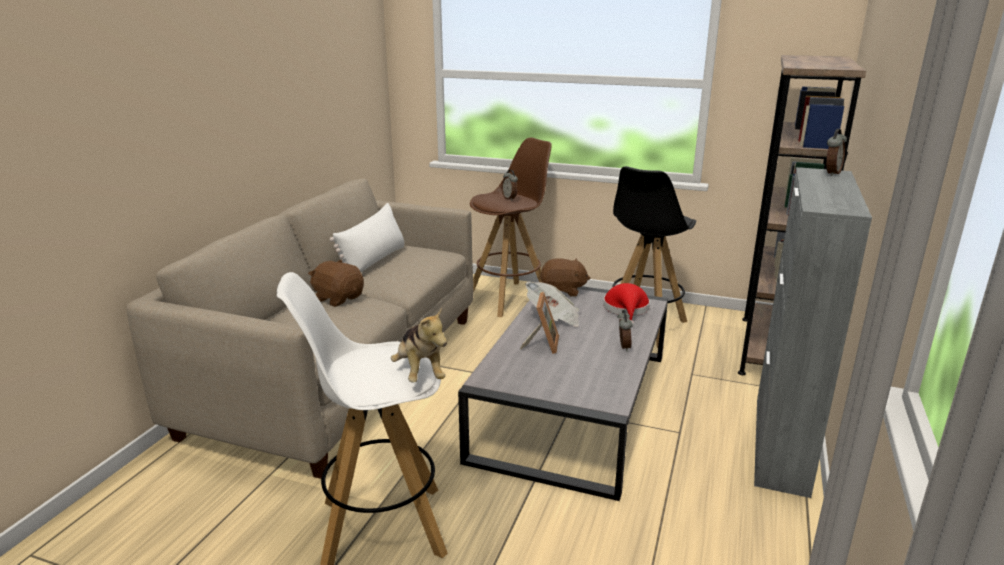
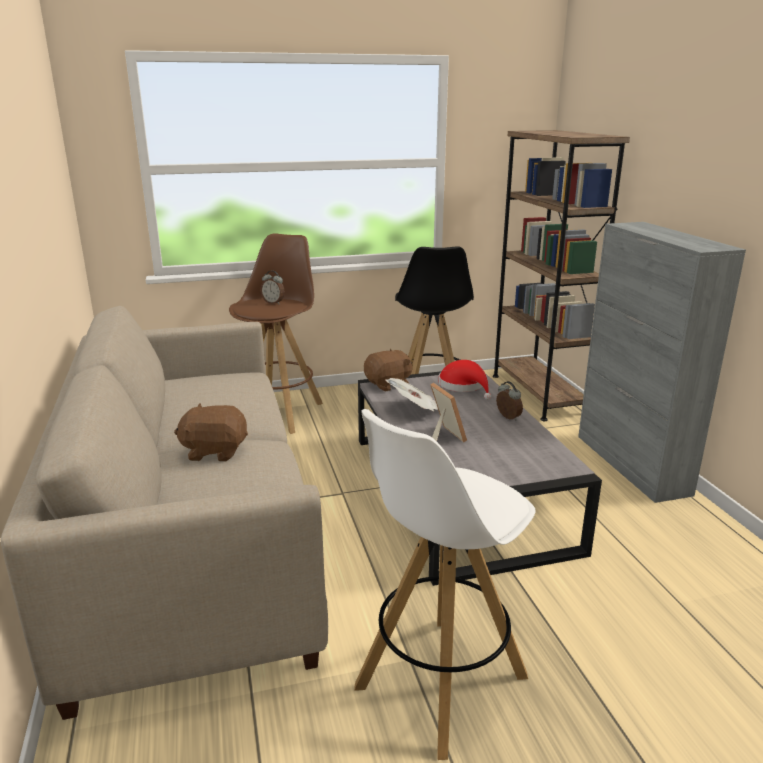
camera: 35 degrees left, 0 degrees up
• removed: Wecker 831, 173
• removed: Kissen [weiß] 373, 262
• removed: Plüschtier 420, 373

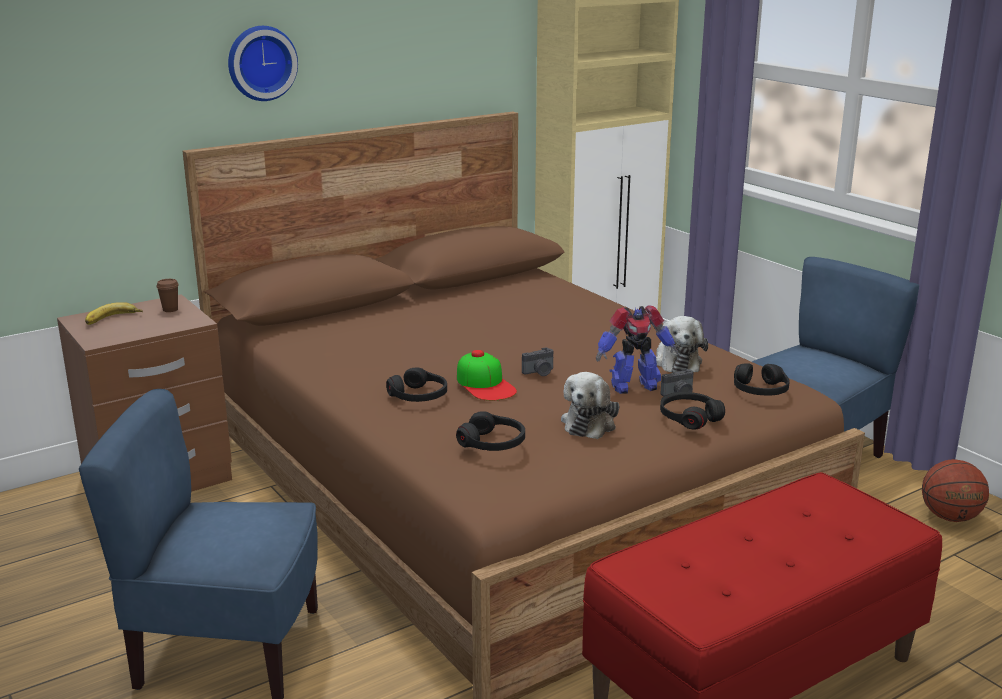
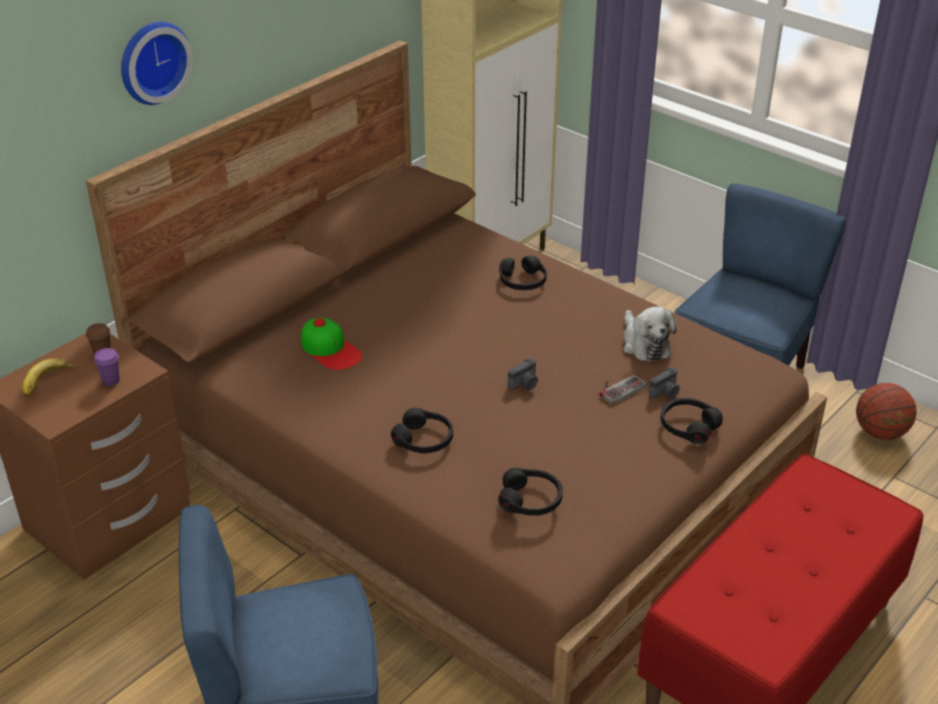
camera: 15 degrees left, 15 degrees up
• replaced: Spielzeugroboter 633, 386 to Gamepad 619, 388
• moved: Kappe 485, 384 to 330, 349
• moved: Kopfhörer [schwarz] 760, 390 to 522, 281
• removed: Plüschtier 590, 423
• added: Tasse [lila] 111, 381

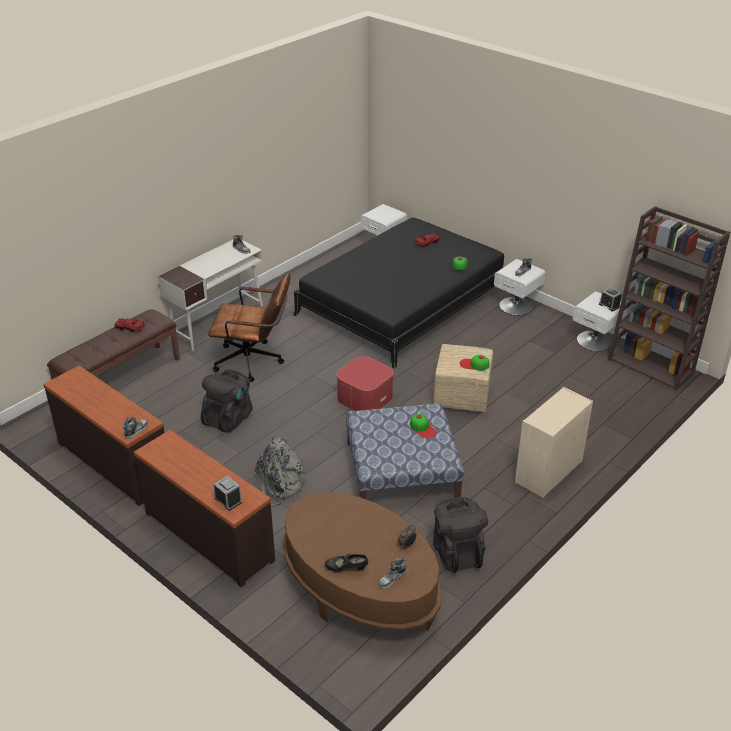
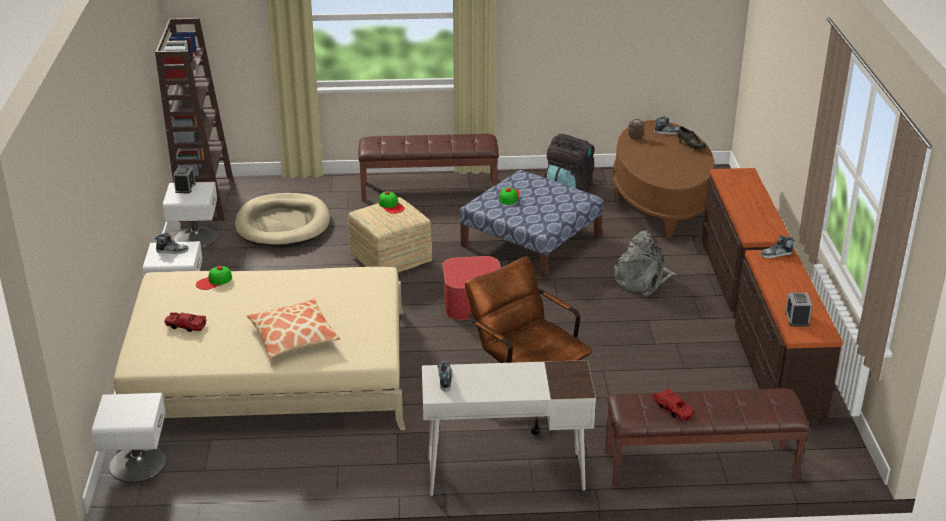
camera: 135 degrees left, 5 degrees down
• recoloured: Bett [schwarz] 402, 302 to Bett [beige] 269, 371
• removed: Rucksack [schwarz] 229, 418
• replaced: Kommode [beige] 548, 472 to Bank [braun] 429, 189
• moved: Wecker 228, 500 to 796, 318
• added: Hundebett [beige] 283, 224
• added: Kissen 293, 337

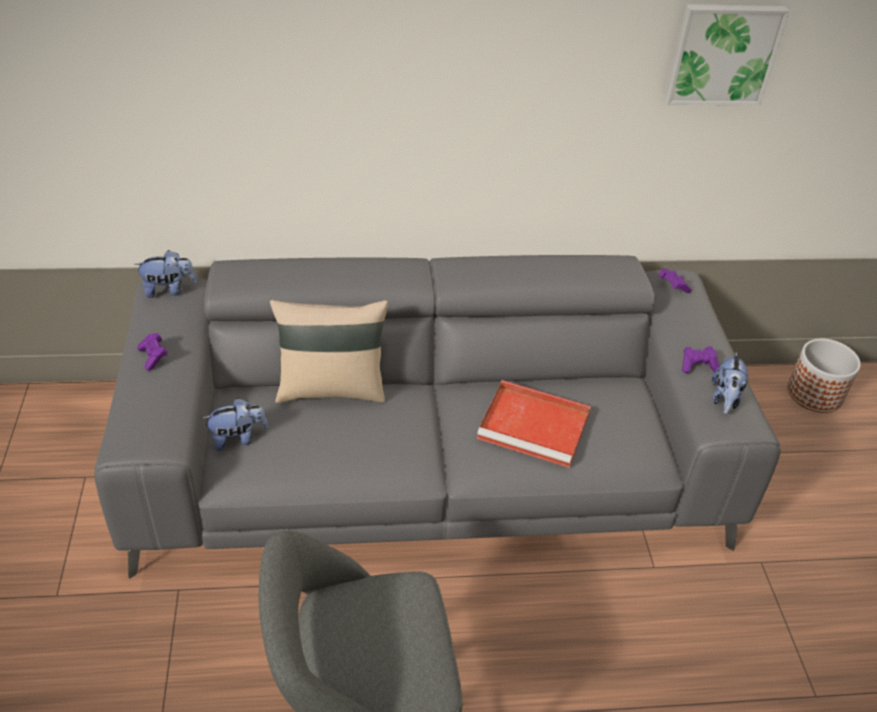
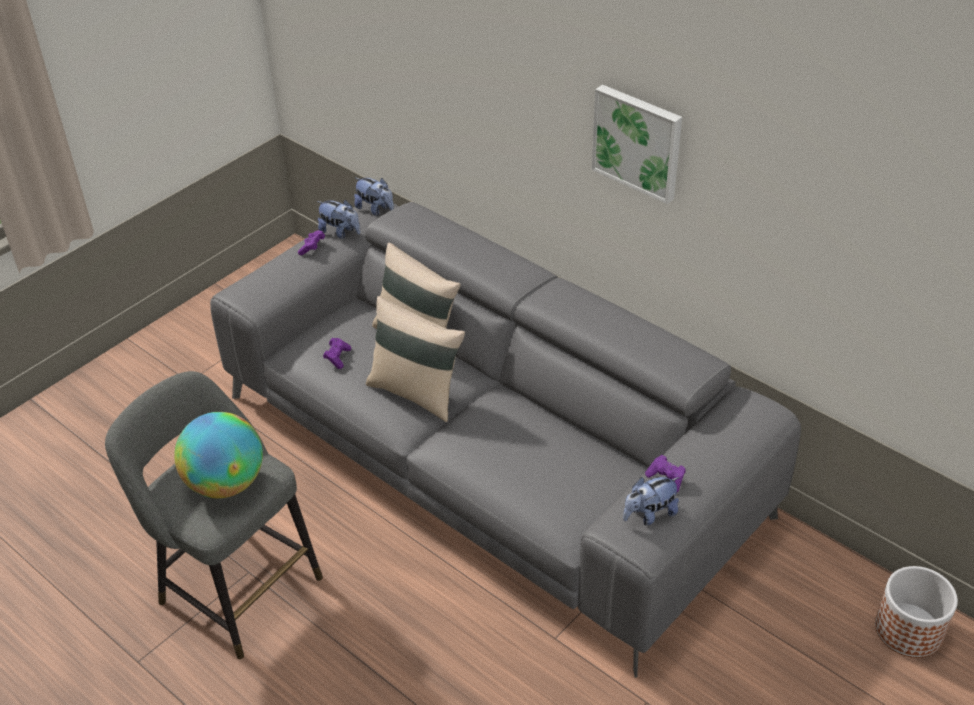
camera: 50 degrees right, 0 degrees up
• moved: Bild 722, 54 to 638, 142
• moved: Gamepad [lila] 672, 286 to 337, 357
• removed: Tablett [rot] 536, 427
• moved: Plüschtier 237, 439 to 340, 232
• added: Kissen [beige] 416, 392
• added: Globus 226, 483

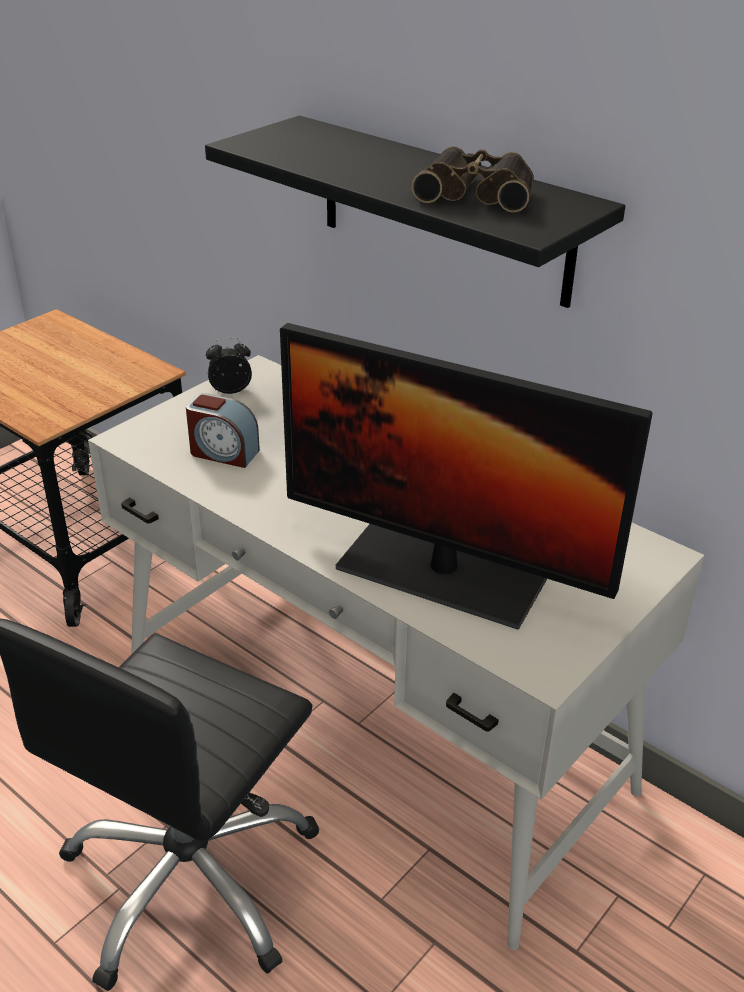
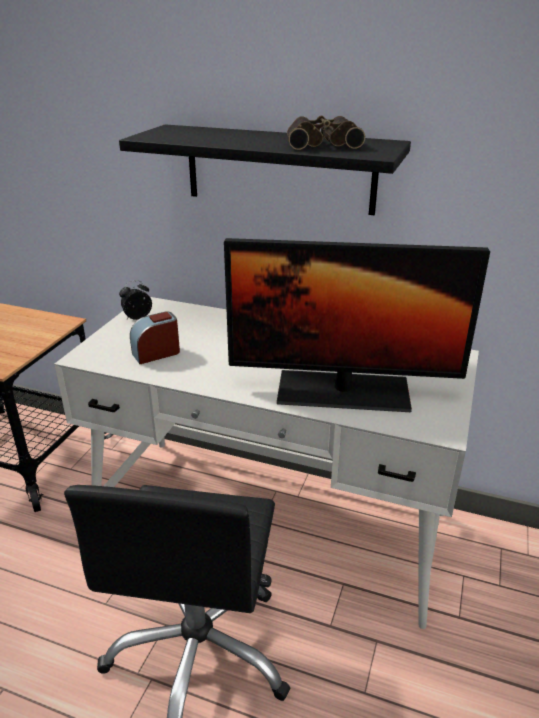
camera: 20 degrees left, 5 degrees down
• turned: Wecker 223, 453 = 156, 353 150 degrees clockwise

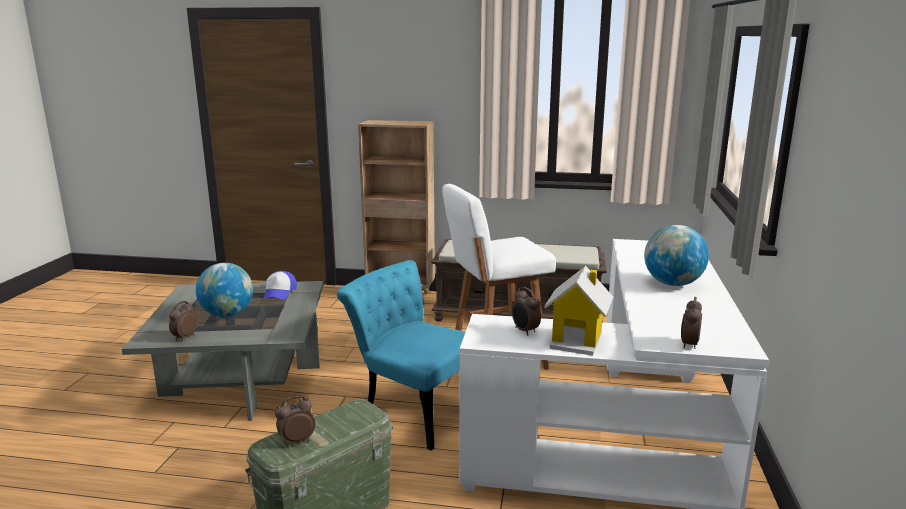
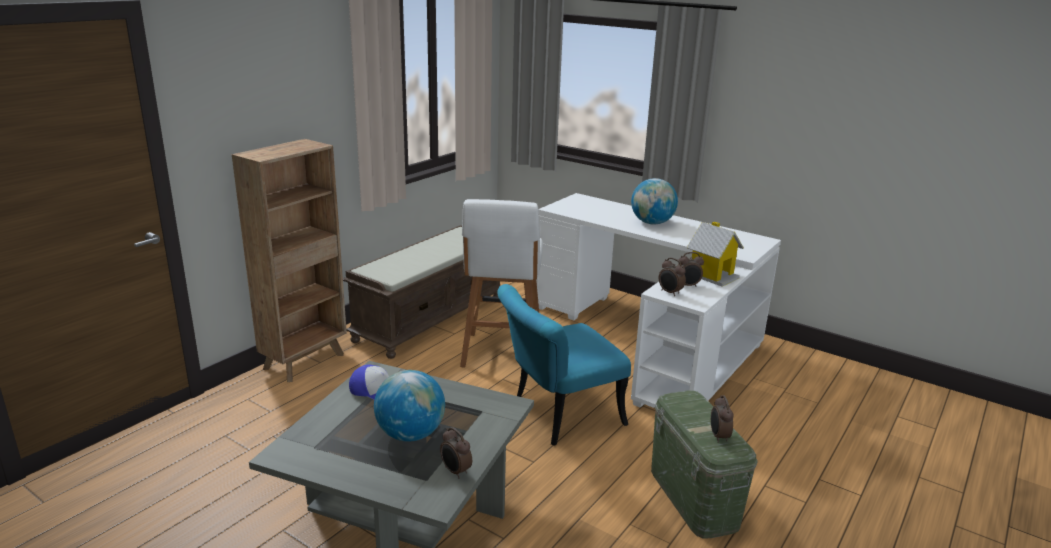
camera: 65 degrees left, 5 degrees up
• moved: Wecker 688, 344 to 670, 293

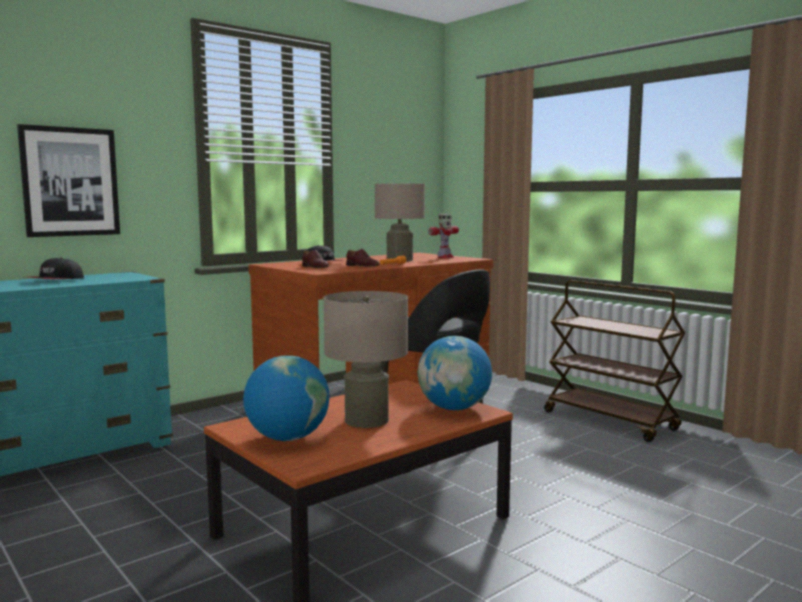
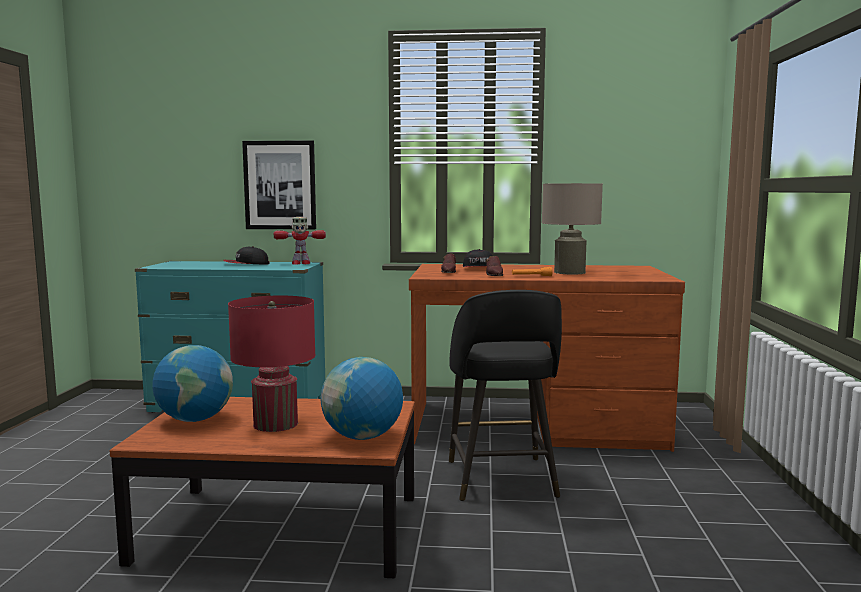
camera: 45 degrees right, 0 degrees up
• moved: Spielzeugroboter 445, 257 to 300, 263
• removed: Rollwagen [braun] 610, 421
• recoloured: Tischlampe [beige] 367, 420 to Tischlampe [rot] 276, 424

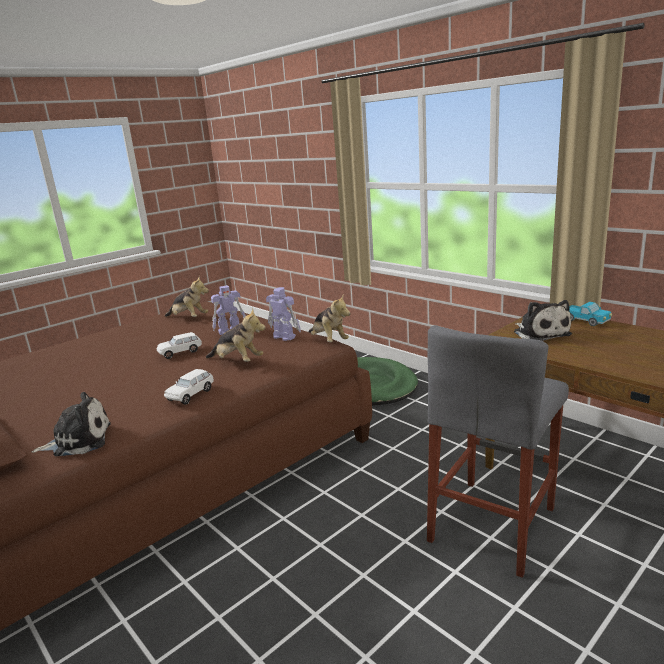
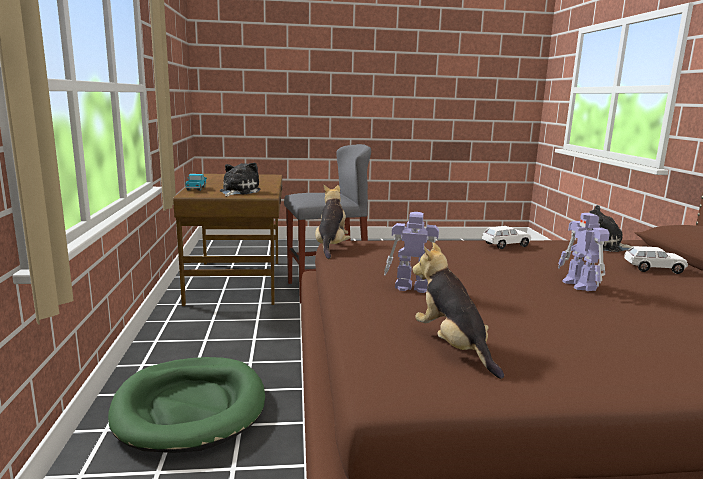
camera: 145 degrees left, 5 degrees down
• moved: Spielzeugroboter 284, 336 to 580, 285
• removed: Plüschtier 237, 361
• moved: Spielzeugauto [weiß] 180, 352 to 653, 269

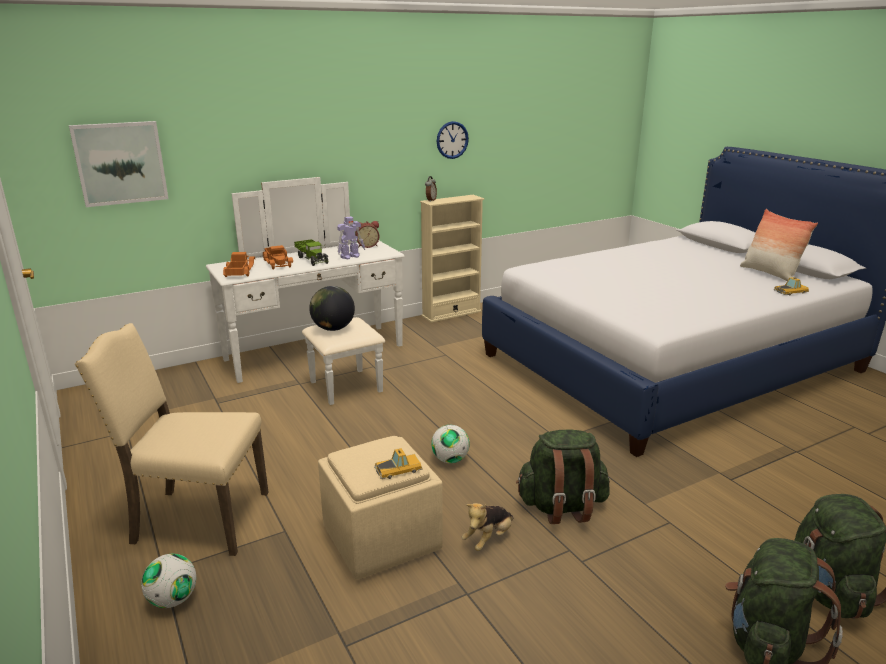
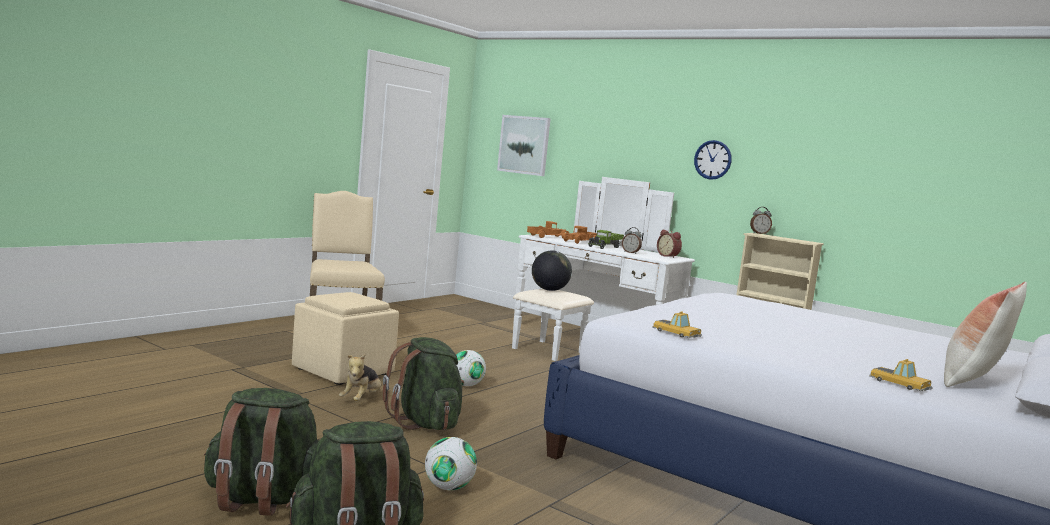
camera: 65 degrees right, 15 degrees down
• moved: Wanduhr 452, 140 to 712, 160
• replaced: Spielzeugroboter 350, 256 to Wecker 630, 253
• moved: Spielzeugauto 399, 469 to 677, 333
• turned: Plüschtier 488, 539 = 361, 399 90 degrees counterclockwise
• moved: Fußball 173, 600 to 448, 487

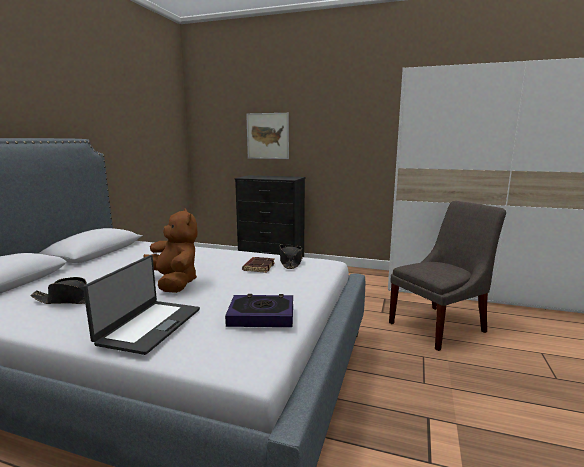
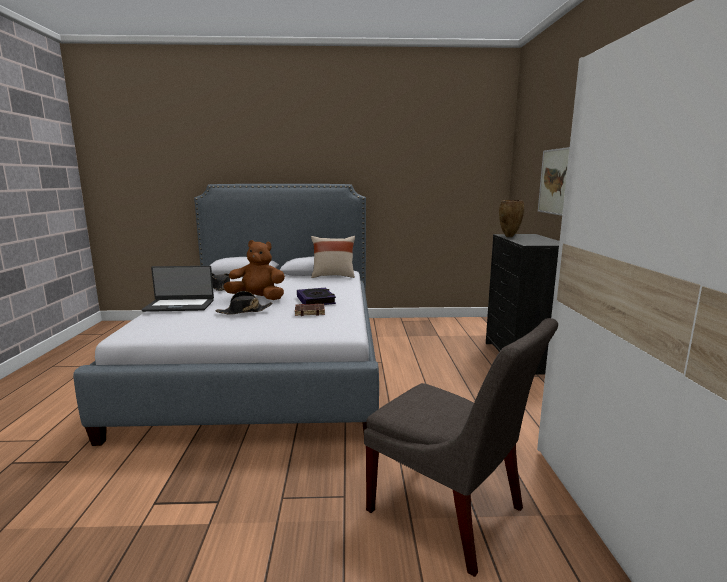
camera: 70 degrees right, 0 degrees up
• turned: Plüschtier [braun] 174, 283 = 258, 298 120 degrees counterclockwise
• moved: Hut [schwarz] 290, 262 to 244, 311
• moved: Buch 261, 315 to 316, 300
• added: Vase [braun] 509, 237
• added: Kissen [beige] 333, 276

